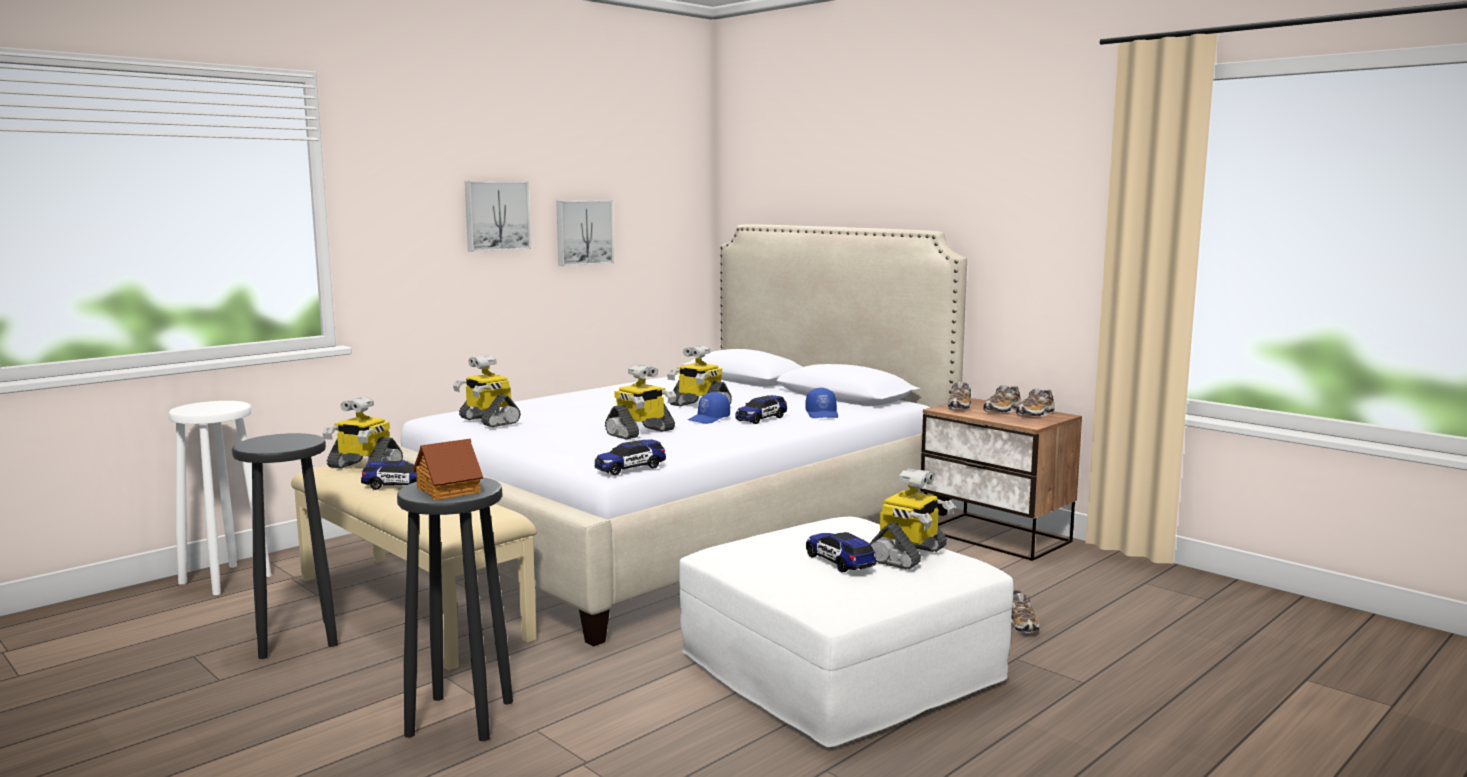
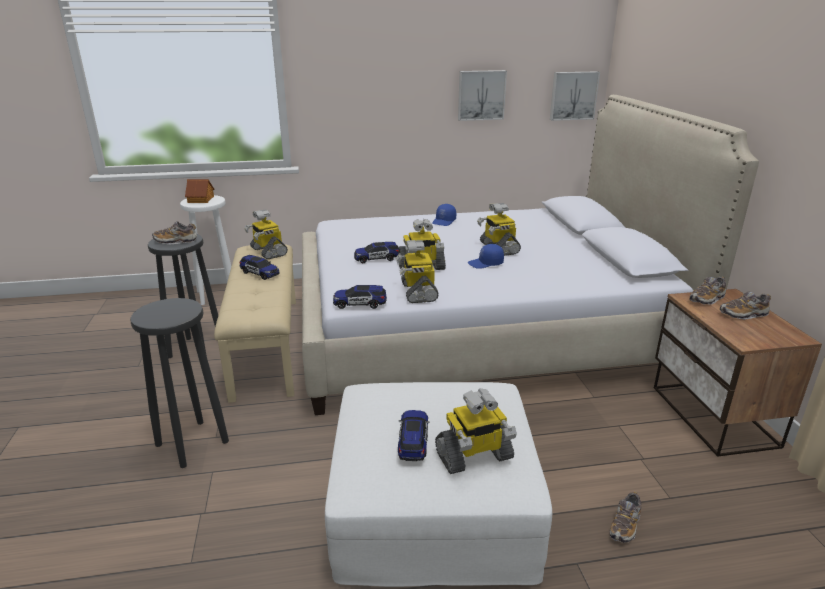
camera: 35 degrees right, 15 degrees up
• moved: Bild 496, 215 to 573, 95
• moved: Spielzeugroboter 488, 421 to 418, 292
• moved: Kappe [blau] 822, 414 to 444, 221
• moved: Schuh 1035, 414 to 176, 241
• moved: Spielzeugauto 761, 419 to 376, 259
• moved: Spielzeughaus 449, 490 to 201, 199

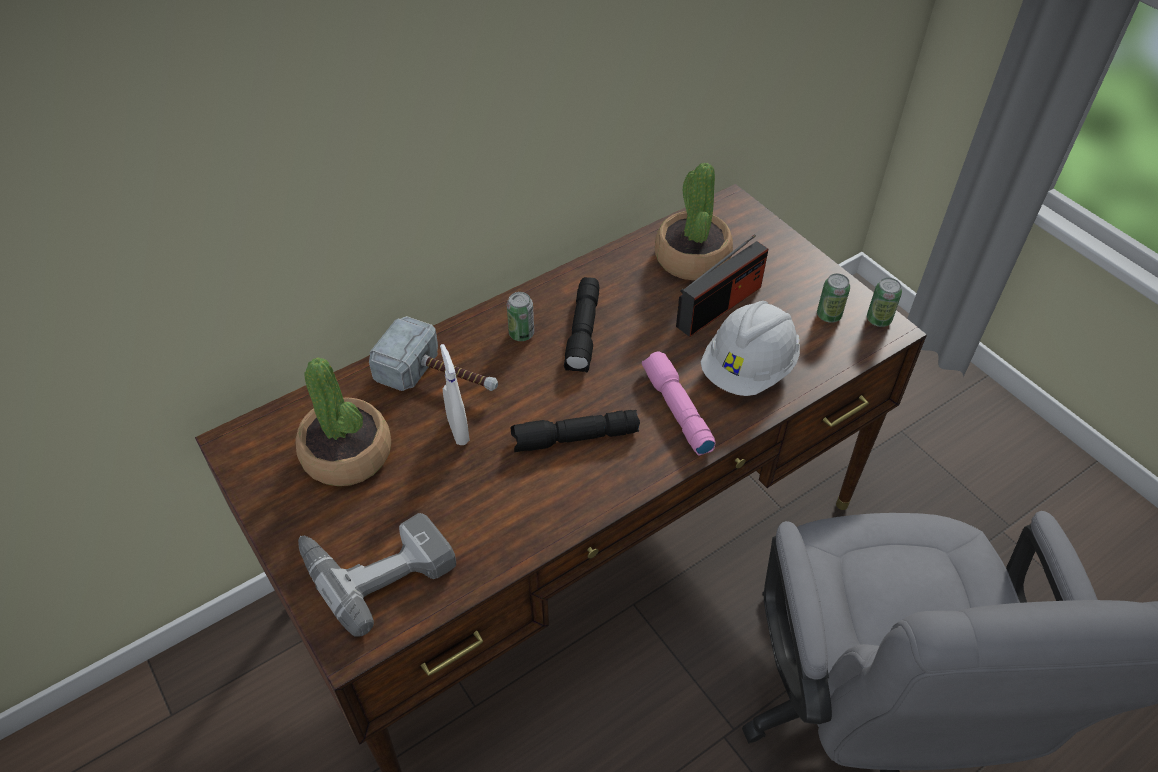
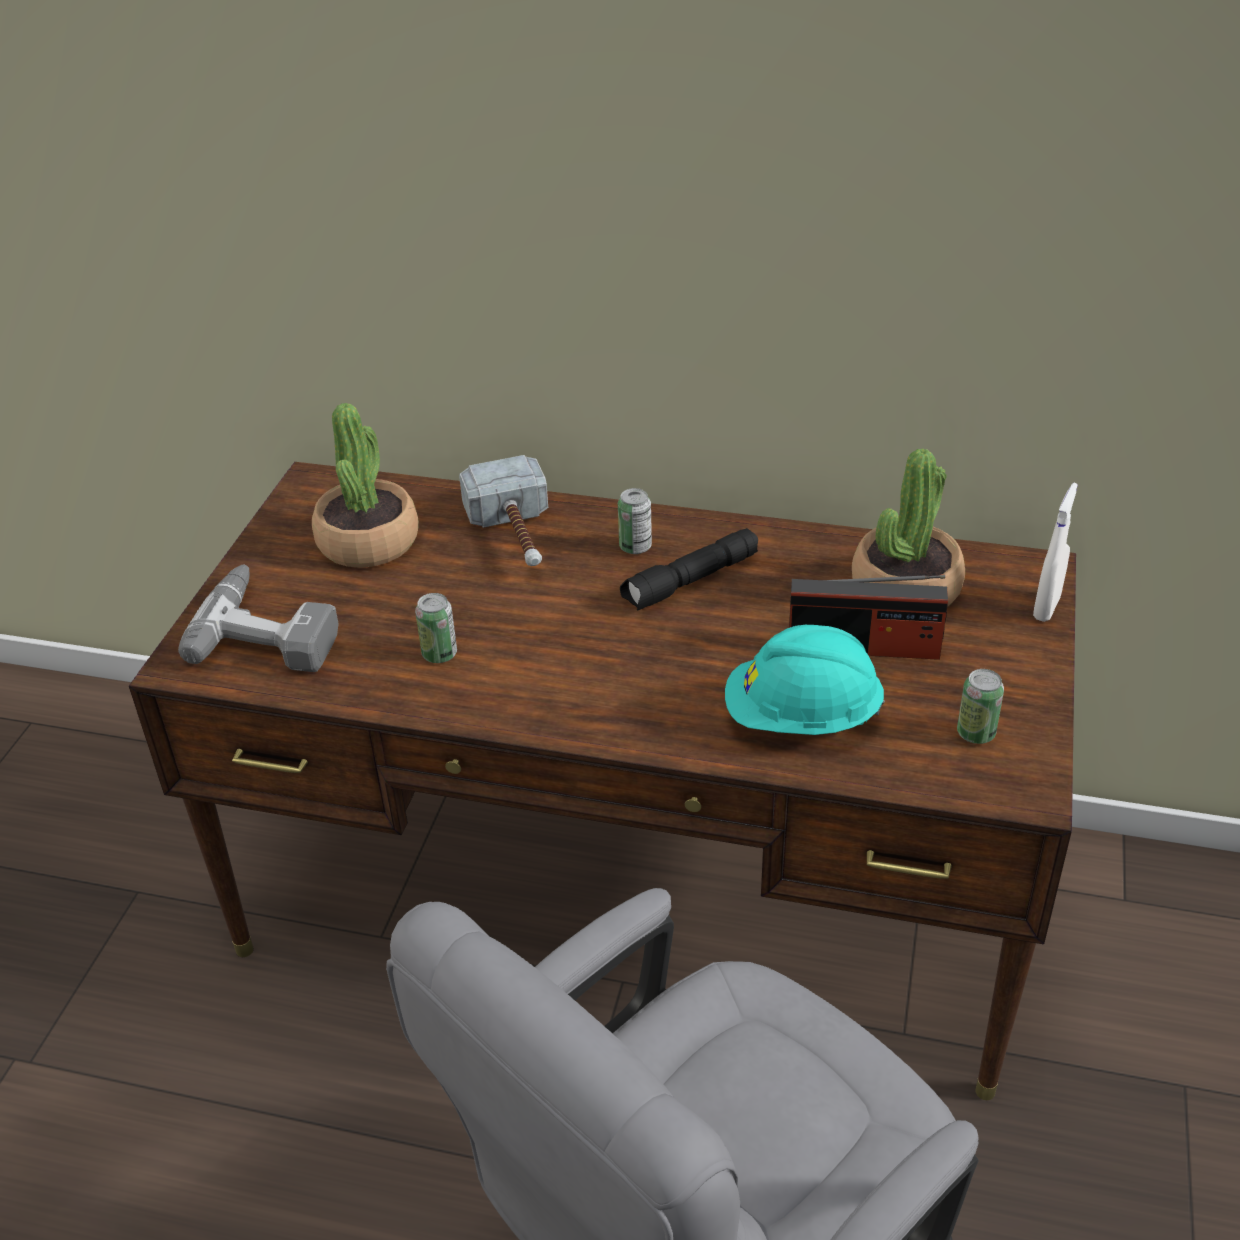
camera: 50 degrees right, 10 degrees down
• moved: Dose 878, 319 to 439, 654
• recoloured: Schutzhelm [weiß] 748, 369 to Schutzhelm [türkis] 801, 717
• moved: Sprühflasche [weiß] 458, 431 to 1046, 607
• removed: Taschenlampe [rosa] 676, 410
• removed: Taschenlampe [schwarz] 574, 439

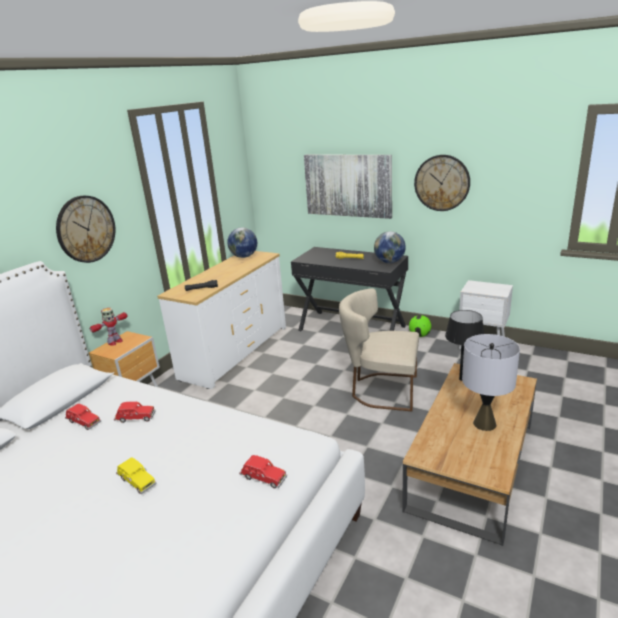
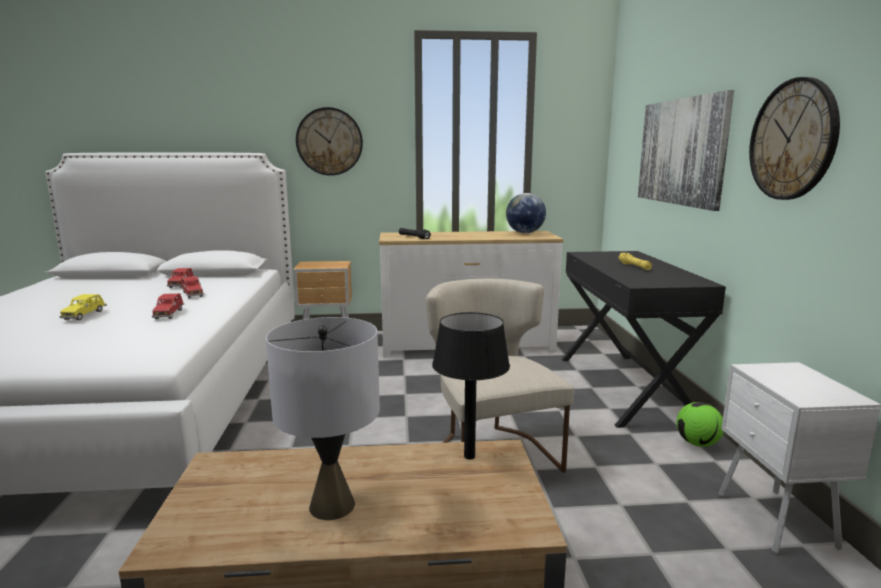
camera: 55 degrees right, 10 degrees down
• removed: Globus 389, 262
• removed: Spielzeugroboter 115, 342
• moved: Spielzeugauto [rot] 263, 478 to 169, 314

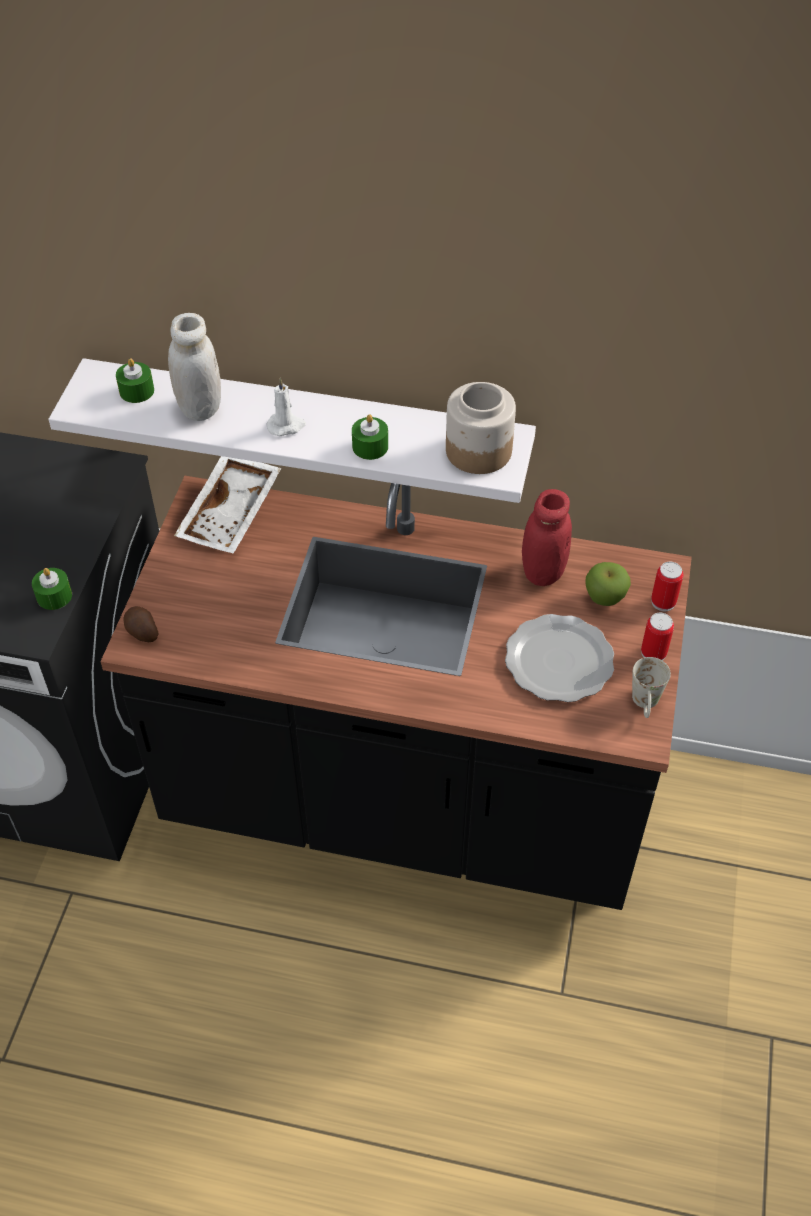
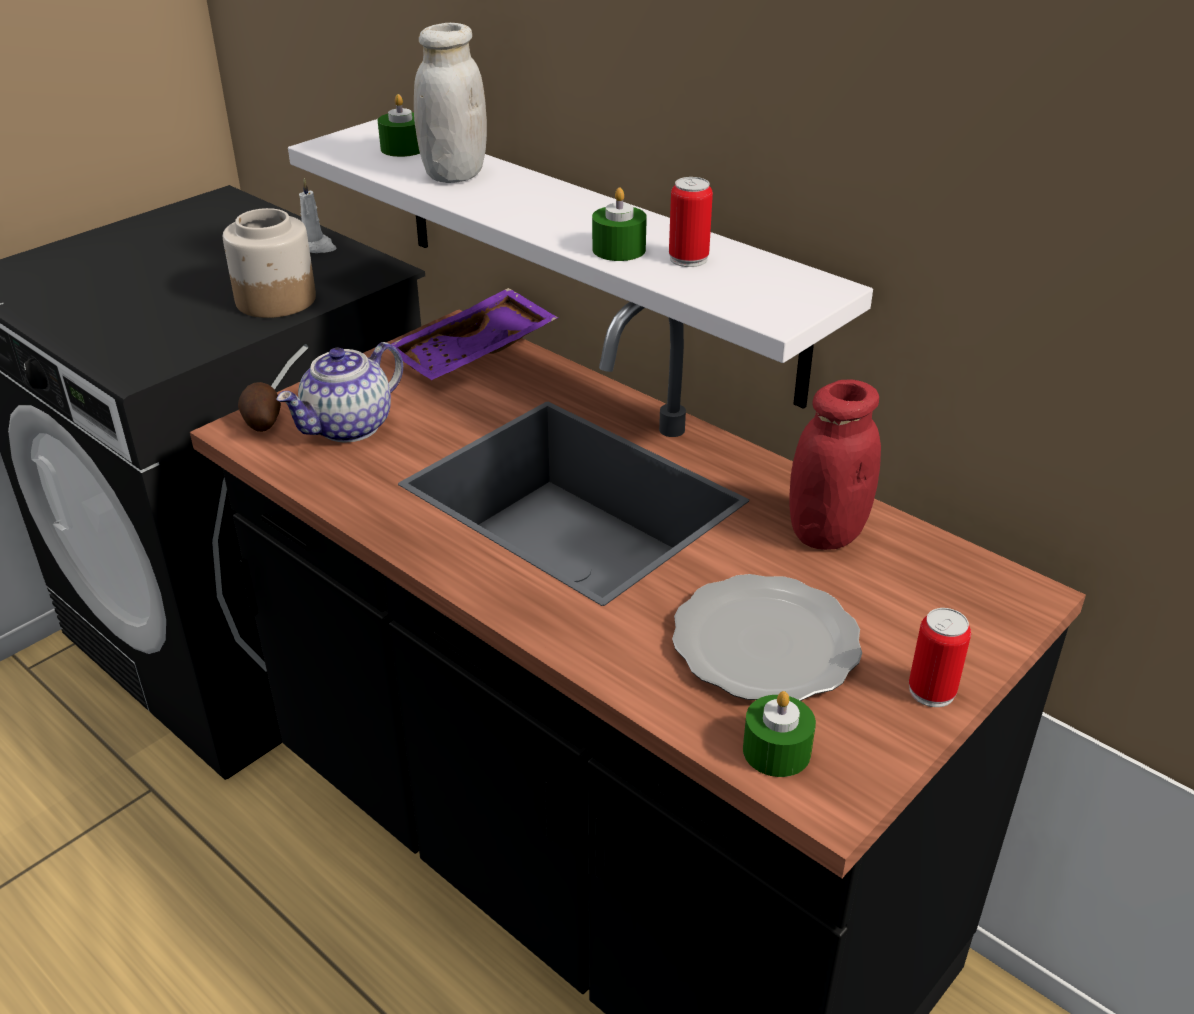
camera: 30 degrees right, 15 degrees down
• moved: Kerze [weiß] 286, 426 to 316, 247
• moved: Vorratsglas 477, 451 to 275, 300
• recoloured: Tablett [weiß] 232, 514 to Tablett [lila] 475, 354
• removed: Apfel 604, 598
• moved: Dose 663, 602 to 688, 259
• moved: Kerze [grün] 54, 596 to 776, 751
• removed: Henkelbecher [weiß] 645, 705
• added: Teekanne 349, 427

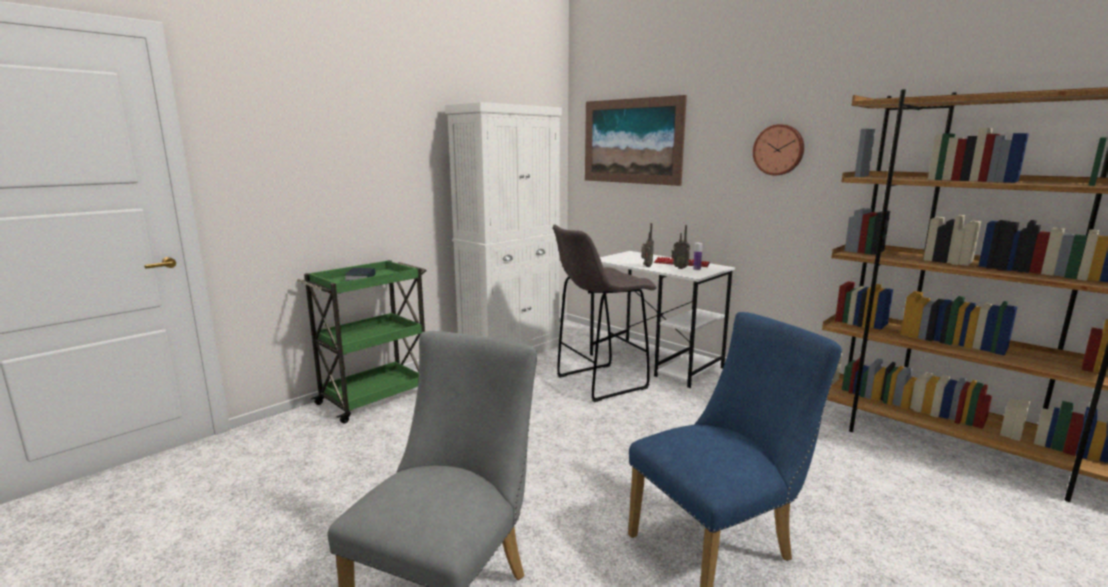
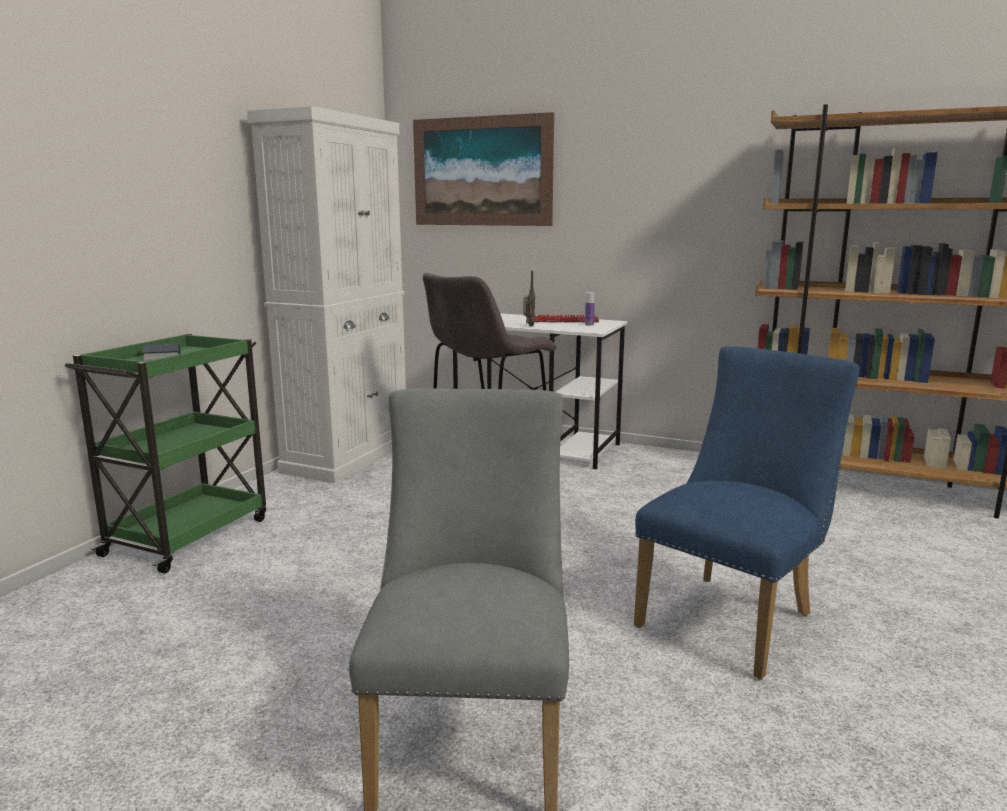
camera: 20 degrees left, 0 degrees up
• removed: Wanduhr 779, 150
• removed: Radio 680, 268

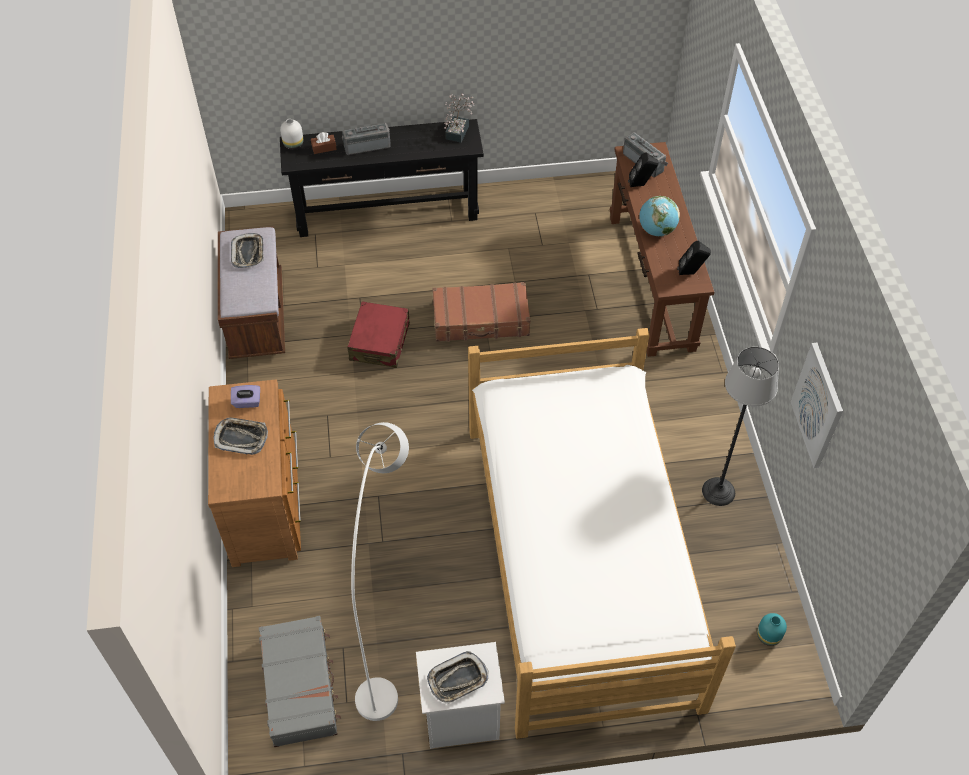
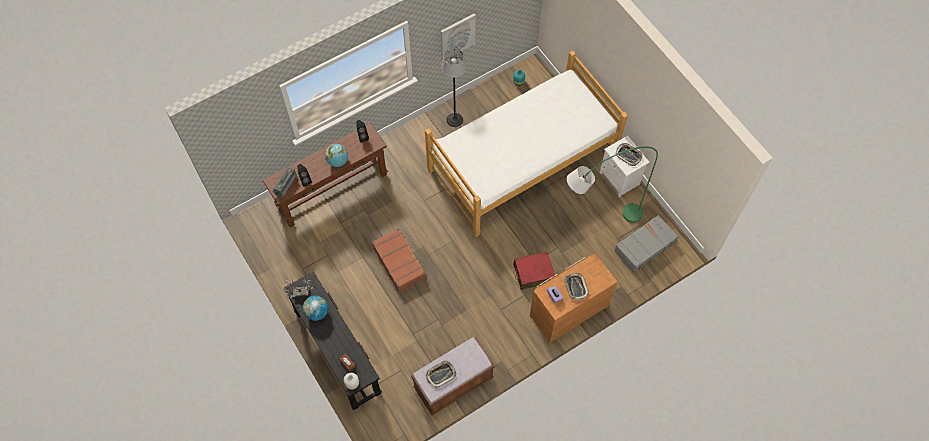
camera: 115 degrees left, 10 degrees up
• removed: Radio 367, 145
• moved: Koffer [rot] 380, 342 to 533, 273
• recoloured: Stehlampe [weiß] 388, 625 to Stehlampe [grün] 597, 225
• added: Globus 317, 312

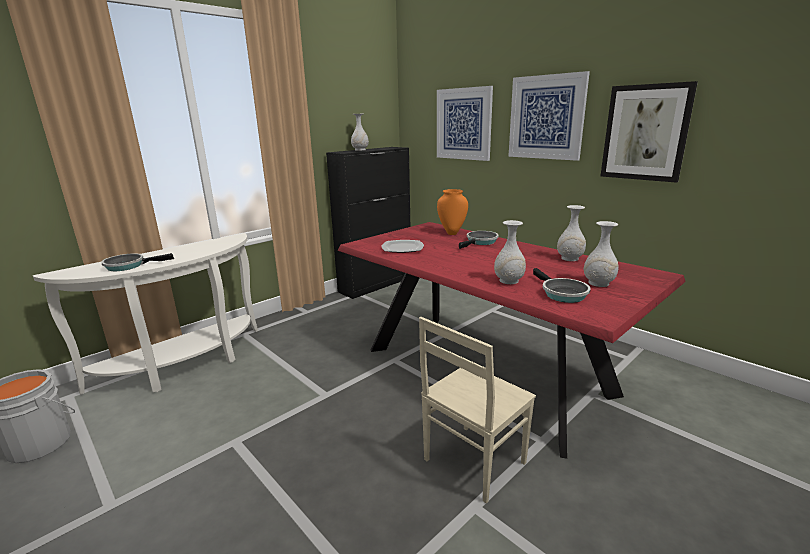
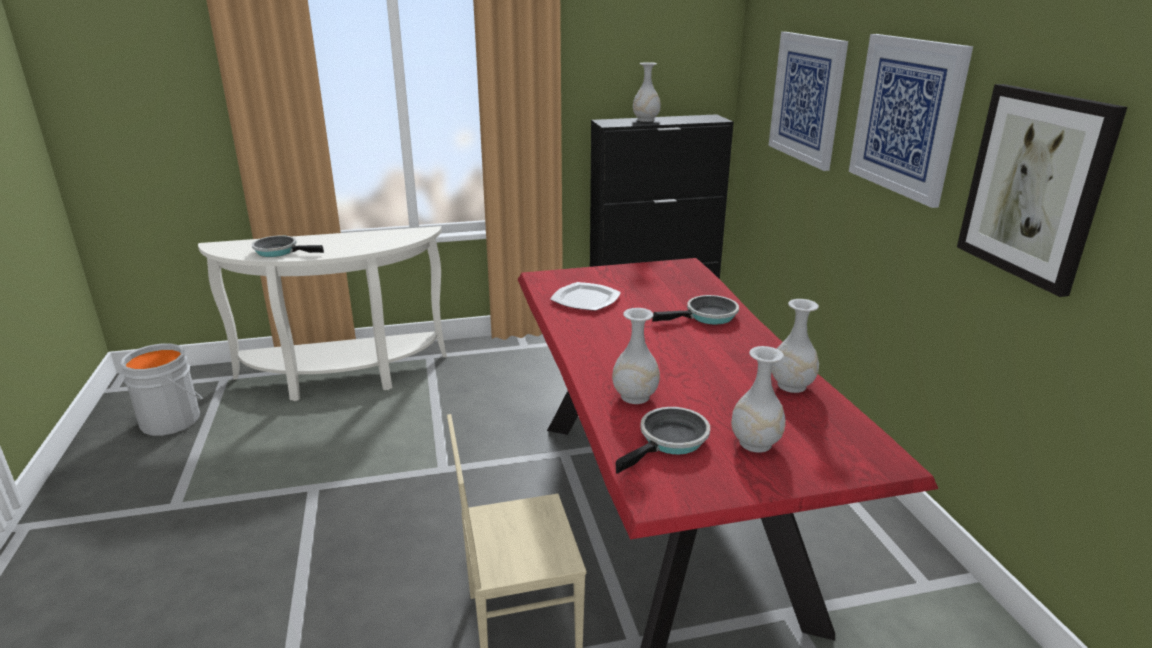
camera: 30 degrees right, 5 degrees up
• removed: Vase [orange] 452, 233
• turned: Pfanne 561, 293 = 670, 441 150 degrees counterclockwise

